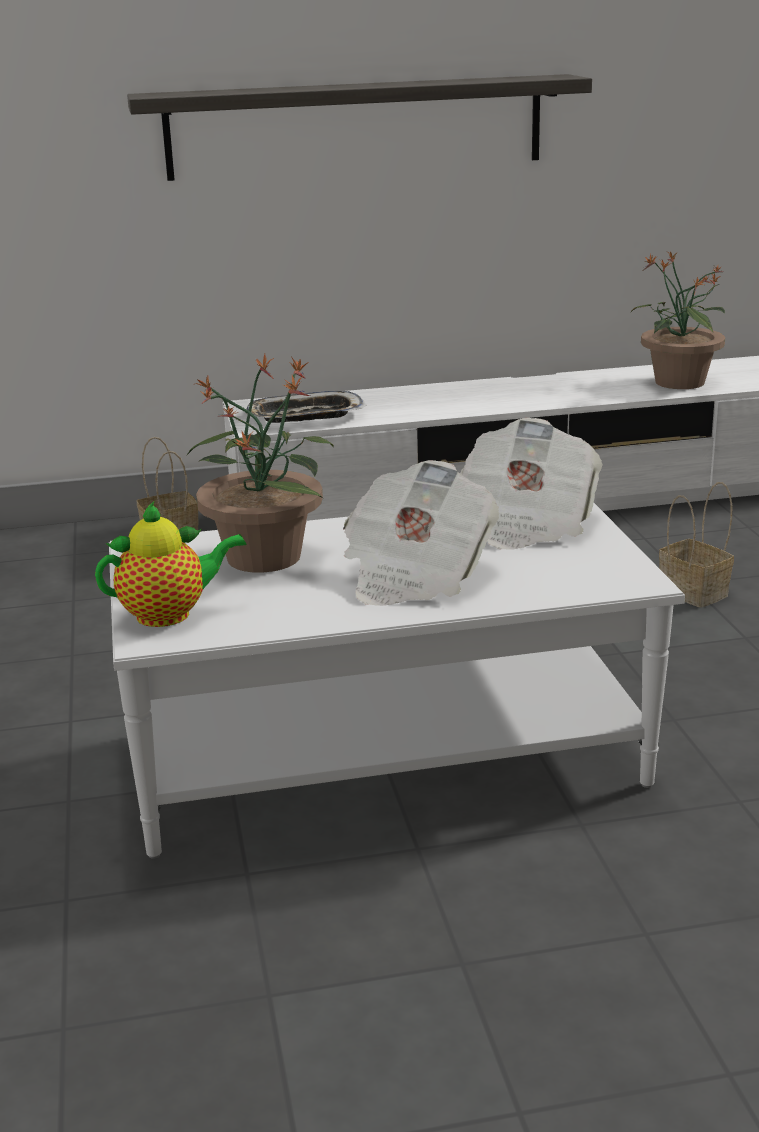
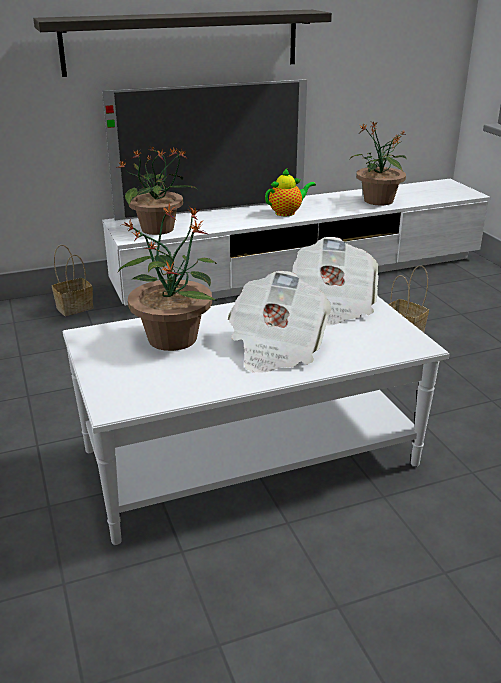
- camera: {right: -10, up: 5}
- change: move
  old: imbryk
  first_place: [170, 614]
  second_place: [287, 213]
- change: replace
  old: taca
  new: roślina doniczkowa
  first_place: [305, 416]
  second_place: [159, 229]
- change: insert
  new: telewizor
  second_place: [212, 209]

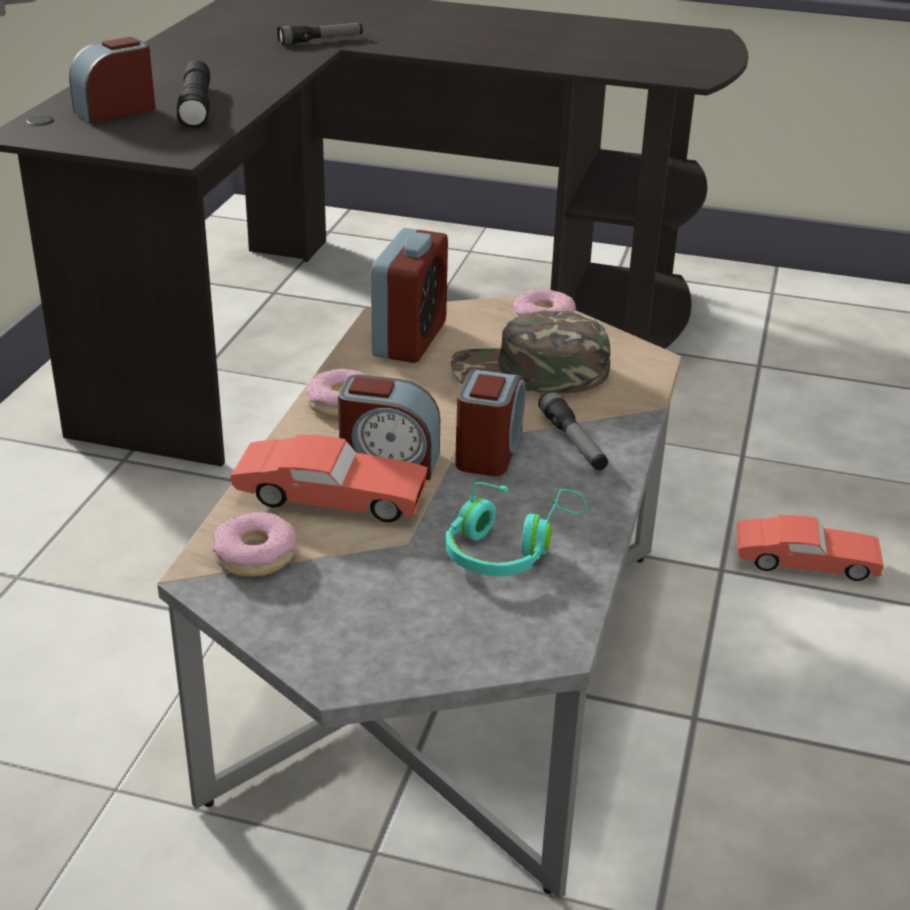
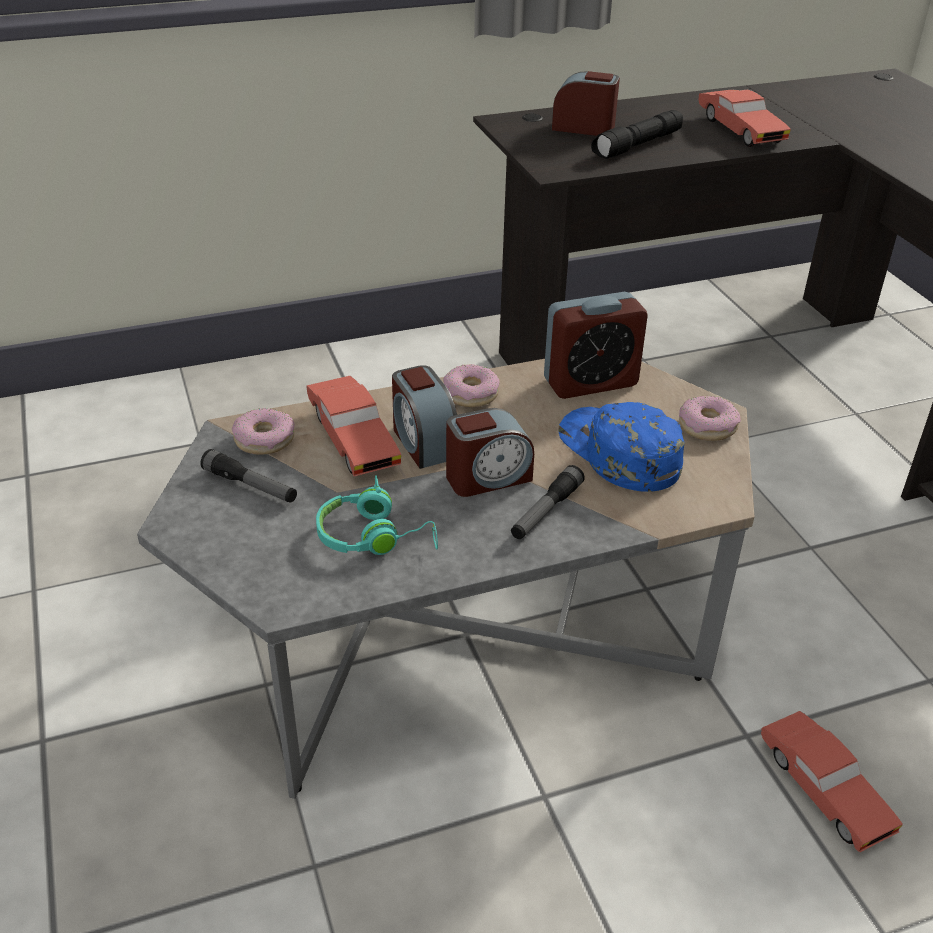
- camera: {right: 55, up: 5}
- change: move
  old: latarka
  first_place: [321, 40]
  second_place: [250, 486]
- change: recolor
  old: czapka z daszkiem [zielony]
  new: czapka z daszkiem [niebieski]
  first_place: [529, 372]
  second_place: [618, 452]
- change: insert
  new: samochodzik [czerwony]
  second_place: [739, 131]

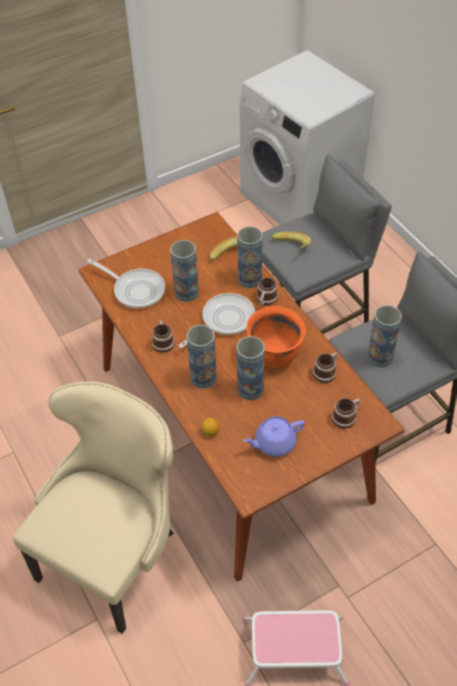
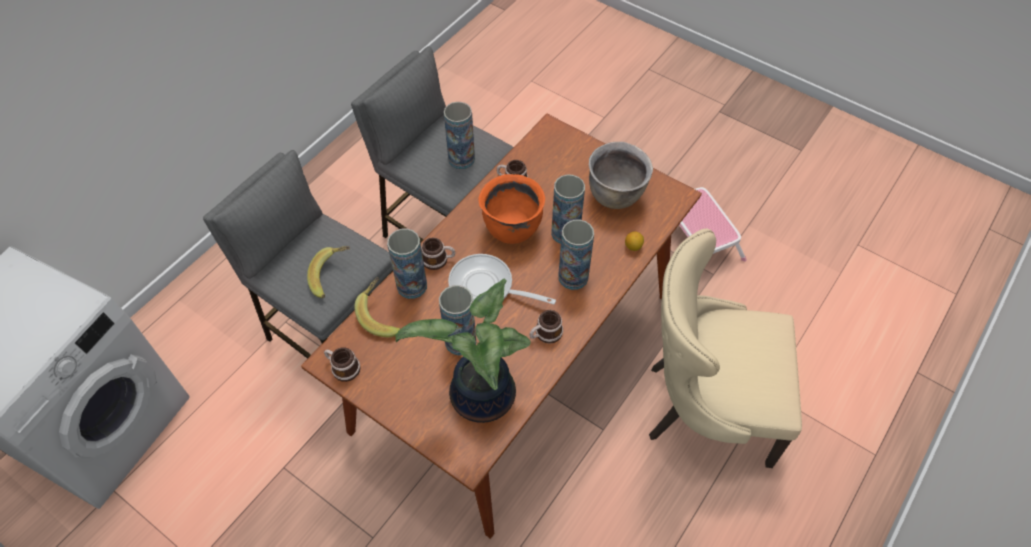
- camera: {right: -115, up: 5}
- change: replace
  old: patelnia
  new: roślina doniczkowa
  first_place: [136, 290]
  second_place: [480, 399]
- change: replace
  old: imbryk [fioletowy]
  new: garnek [brązowy]
  first_place: [274, 443]
  second_place: [616, 195]
- change: move
  old: kubek
  first_place: [346, 417]
  second_place: [342, 367]

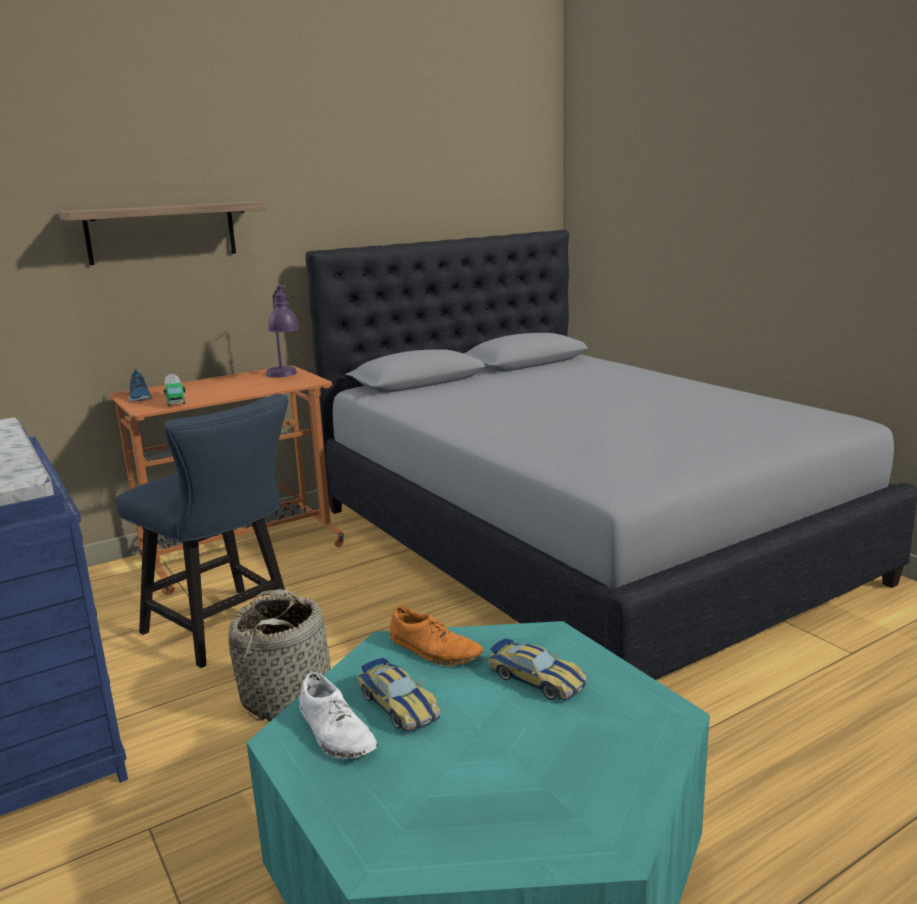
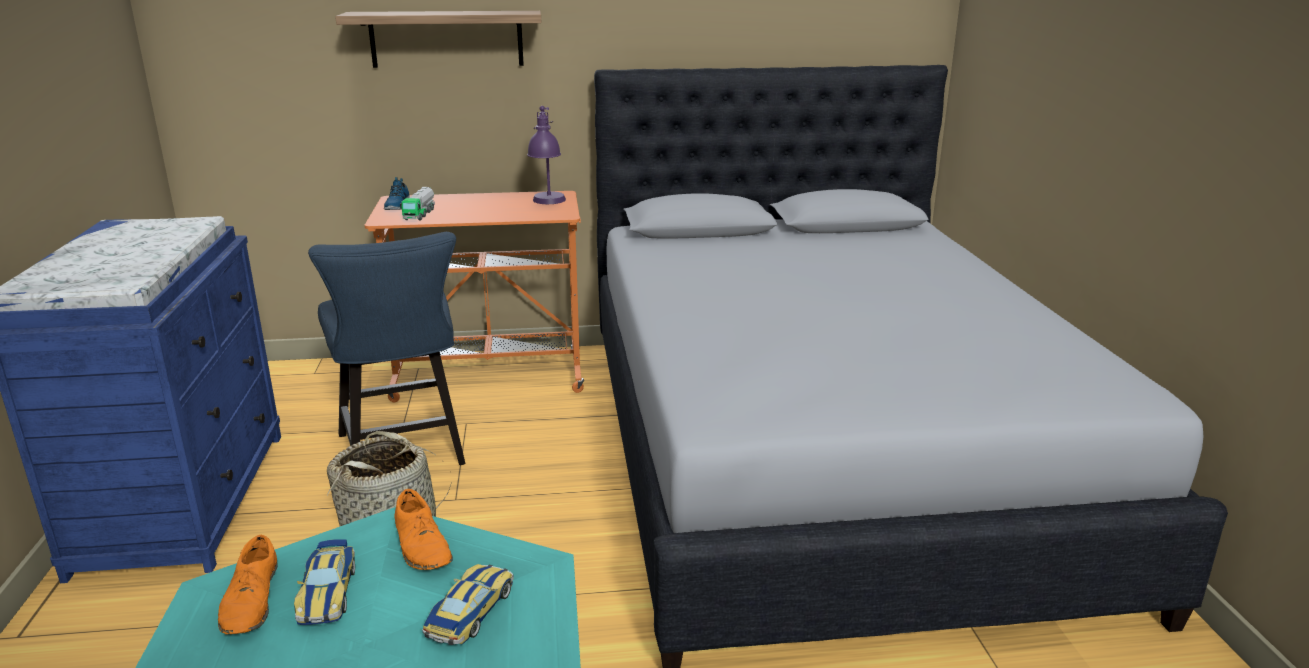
- camera: {right: 25, up: 5}
- change: recolor
  old: but [biały]
  new: but [pomarańczowy]
  first_place: [336, 732]
  second_place: [251, 600]
- change: rotate
  old: samochodzik
  first_place: [536, 679]
  second_place: [470, 611]
  degrees: -135

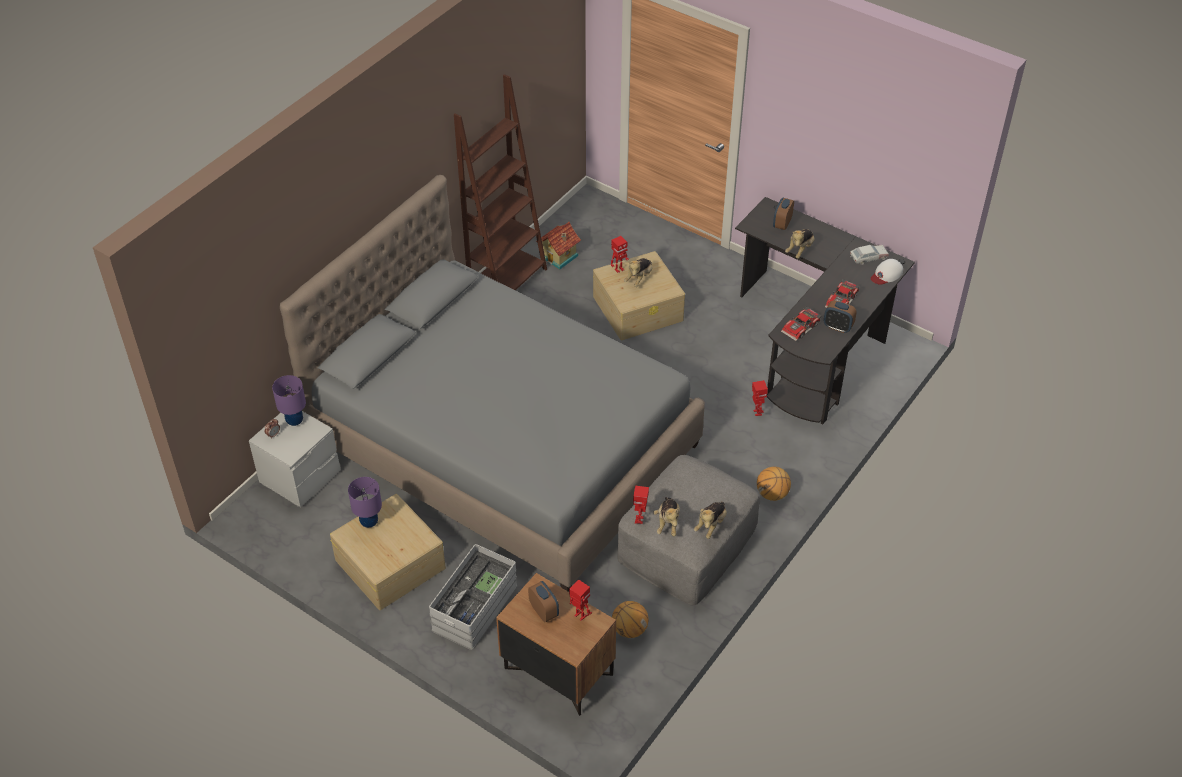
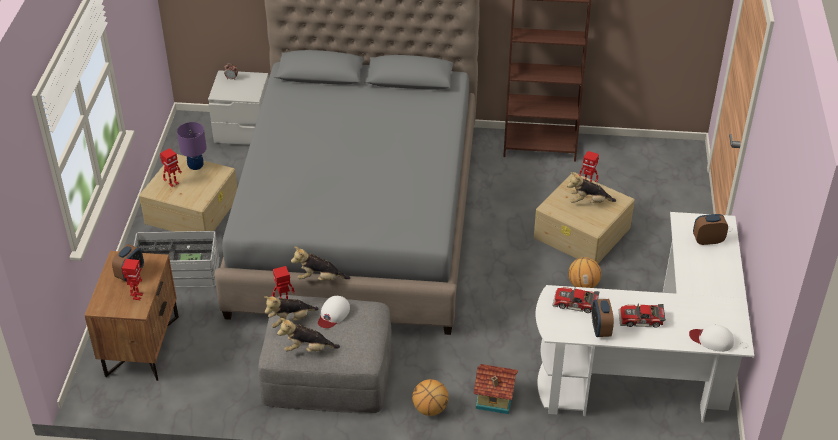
- camera: {right: 60, up: -5}
- change: delete
  old: lampa stołowa [fioletowy]
  first_place: [295, 422]
- change: move
  old: domek
  first_place: [559, 257]
  second_place: [495, 399]
- change: move
  old: piłka do koszykówki
  first_place: [629, 629]
  second_place: [583, 285]
- change: recolor
  old: biurko [czarny]
  new: biurko [biały]
  first_place: [815, 342]
  second_place: [654, 368]
- change: move
  old: robot zabawkowy
  first_place: [757, 413]
  second_place: [173, 183]
- change: move
  old: pluszak
  first_place: [800, 250]
  second_place: [319, 279]
- change: delete
  old: samochodzik
  first_place: [868, 257]
- change: insert
  new: czapka z daszkiem [biały]
  second_place: [333, 314]

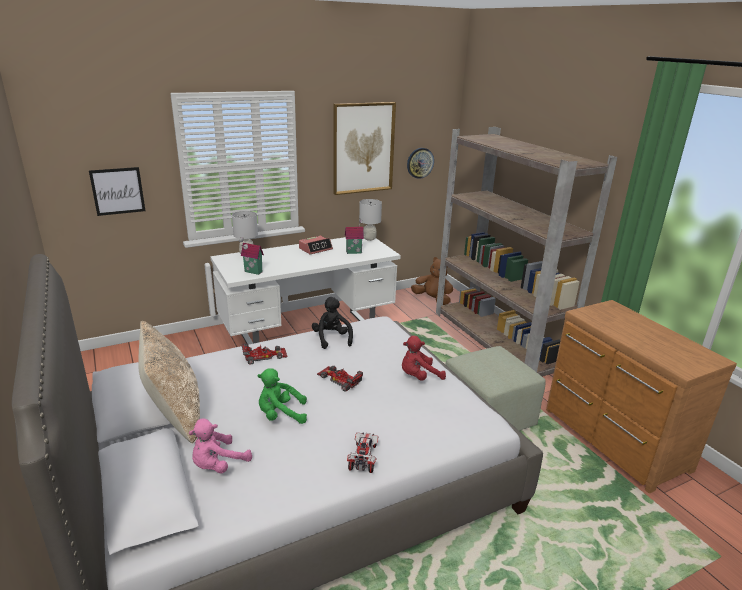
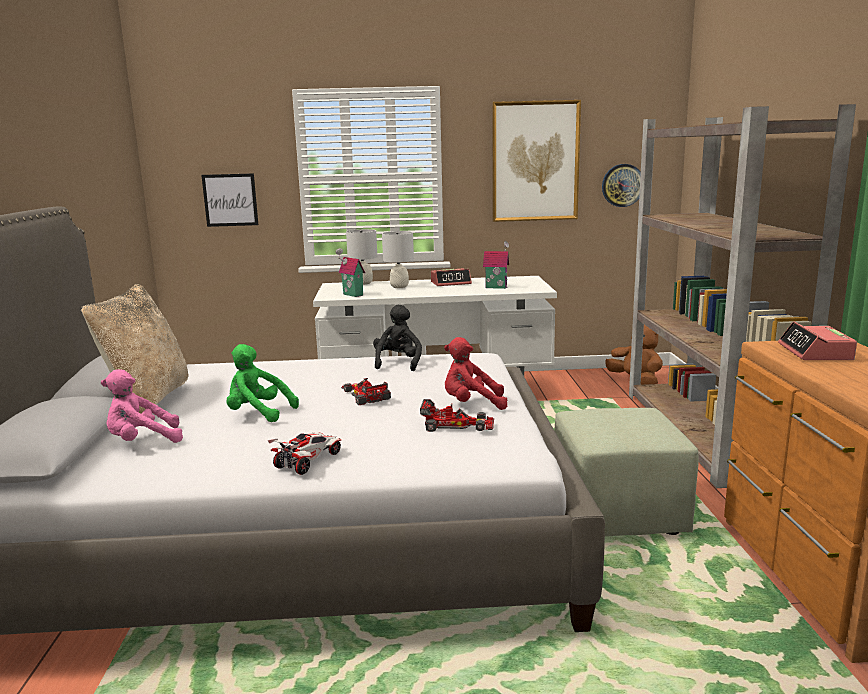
- camera: {right: 25, up: -10}
- change: move
  old: samochodzik
  first_place: [264, 356]
  second_place: [457, 424]
- change: move
  old: lampa stołowa [szary]
  first_place: [370, 239]
  second_place: [399, 287]
- change: insert
  new: budzik
  second_place: [815, 352]

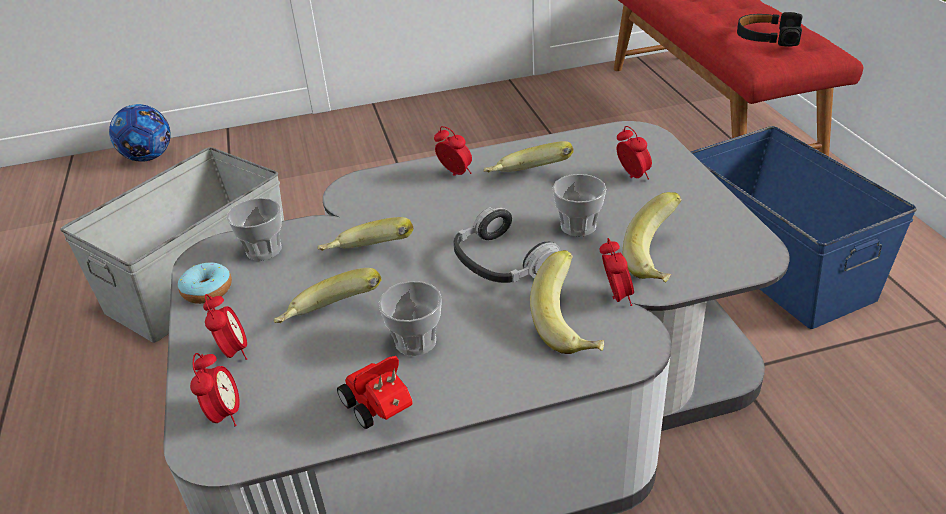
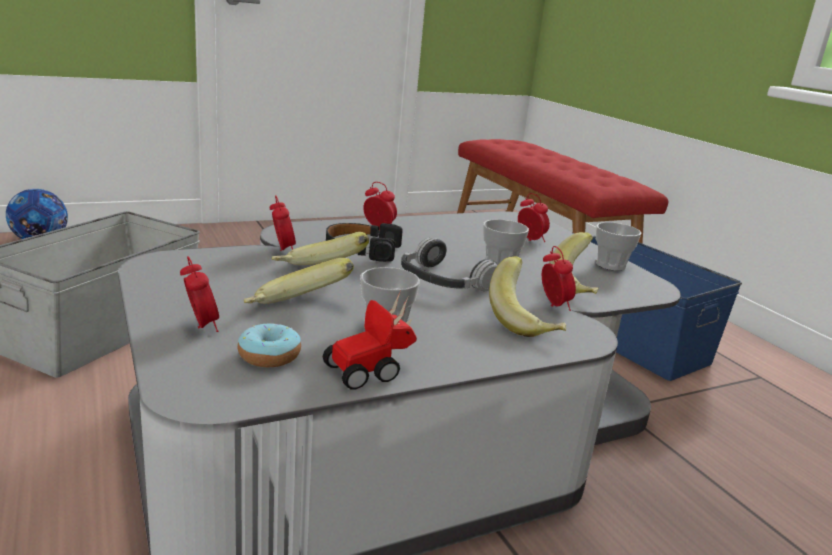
- camera: {right: -15, up: -15}
- change: move
  old: donut
  first_place: [207, 290]
  second_place: [269, 356]
- change: move
  old: budzik
  first_place: [224, 414]
  second_place: [282, 250]
- change: move
  old: filiżanka
  first_place: [264, 250]
  second_place: [610, 265]
- change: rotate
  old: samochodzik
  first_place: [381, 411]
  second_place: [371, 370]
  degrees: -75
- change: delete
  old: banan
  first_place: [528, 180]
- change: move
  old: słuchawki [czarny]
  first_place: [767, 37]
  second_place: [361, 250]

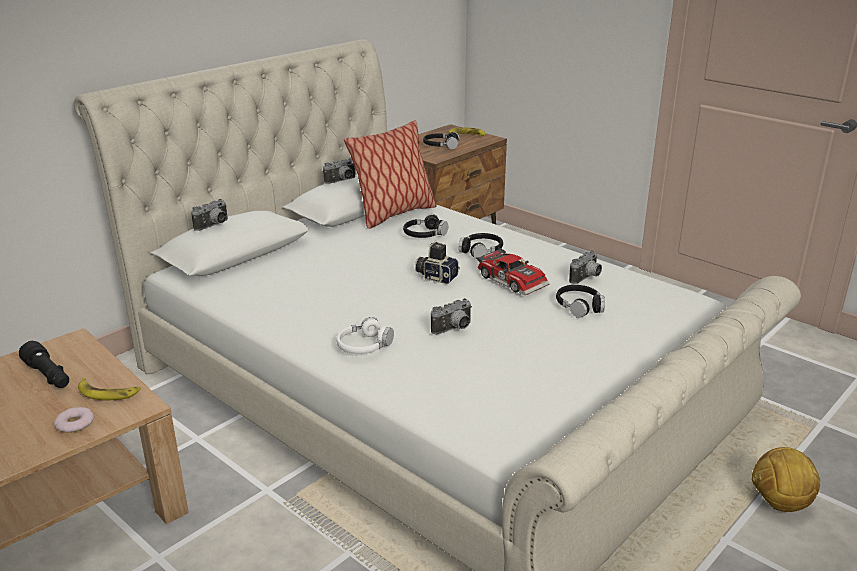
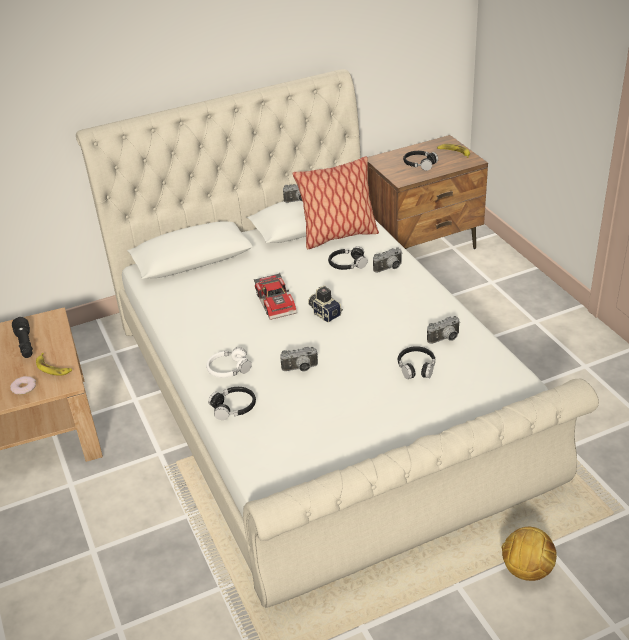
- camera: {right: 25, up: 10}
- change: move
  old: aparat fotograficzny
  first_place: [214, 226]
  second_place: [389, 269]
- change: move
  old: słuchawki [czarny]
  first_place: [481, 251]
  second_place: [234, 407]
- change: move
  old: samochodzik
  first_place: [513, 279]
  second_place: [277, 302]

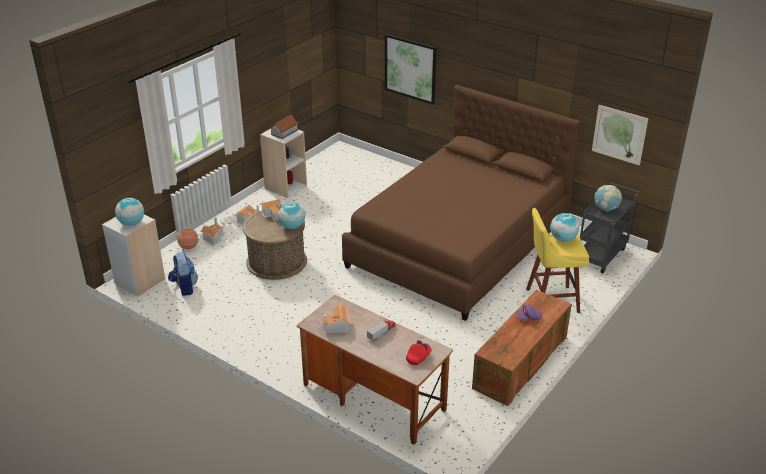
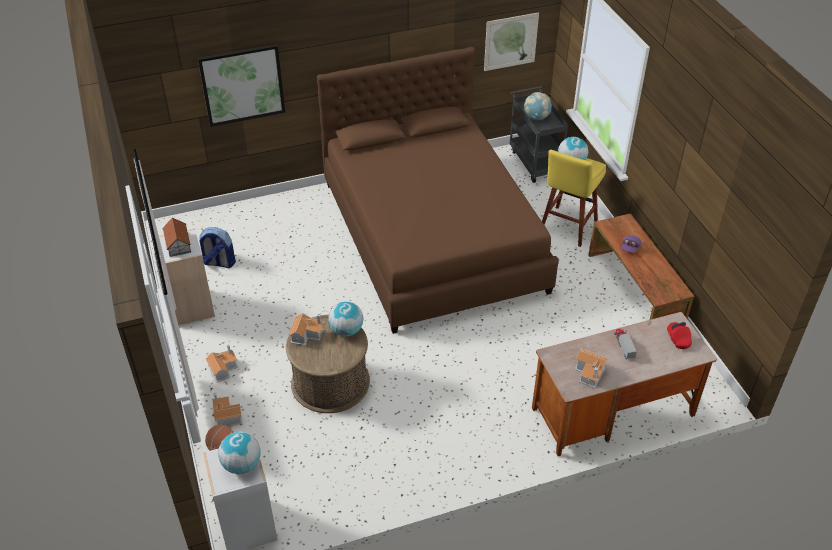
- camera: {right: -55, up: 10}
- change: move
  old: plecak
  first_place: [184, 287]
  second_place: [219, 263]

